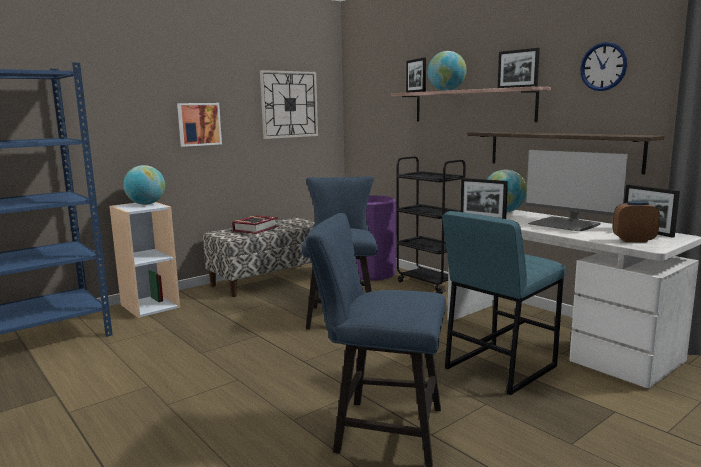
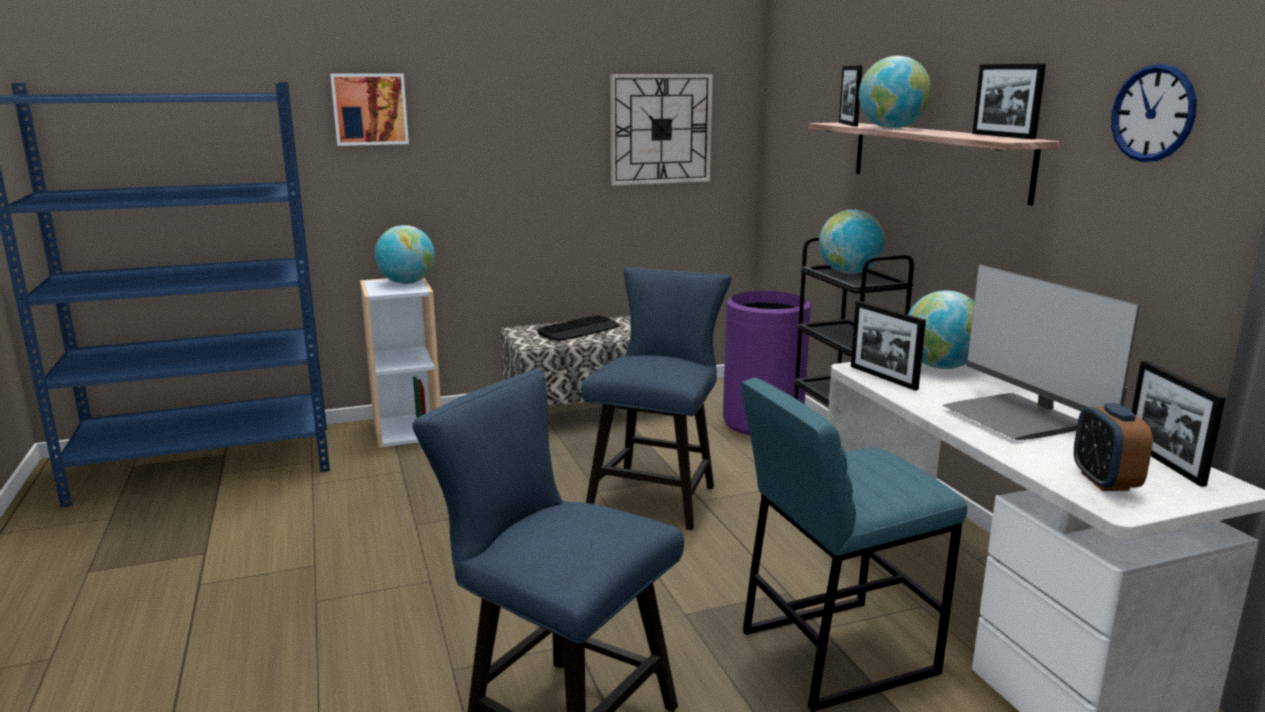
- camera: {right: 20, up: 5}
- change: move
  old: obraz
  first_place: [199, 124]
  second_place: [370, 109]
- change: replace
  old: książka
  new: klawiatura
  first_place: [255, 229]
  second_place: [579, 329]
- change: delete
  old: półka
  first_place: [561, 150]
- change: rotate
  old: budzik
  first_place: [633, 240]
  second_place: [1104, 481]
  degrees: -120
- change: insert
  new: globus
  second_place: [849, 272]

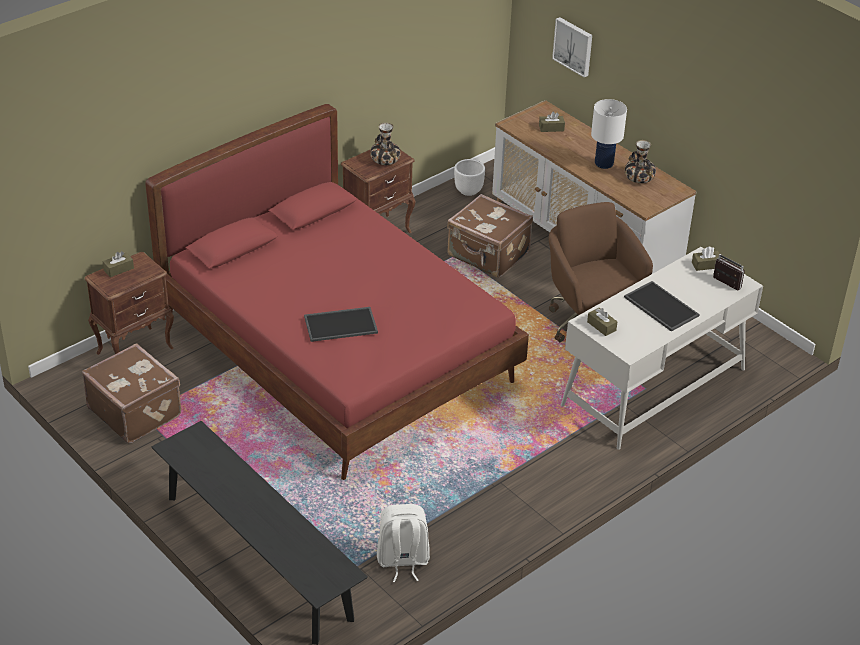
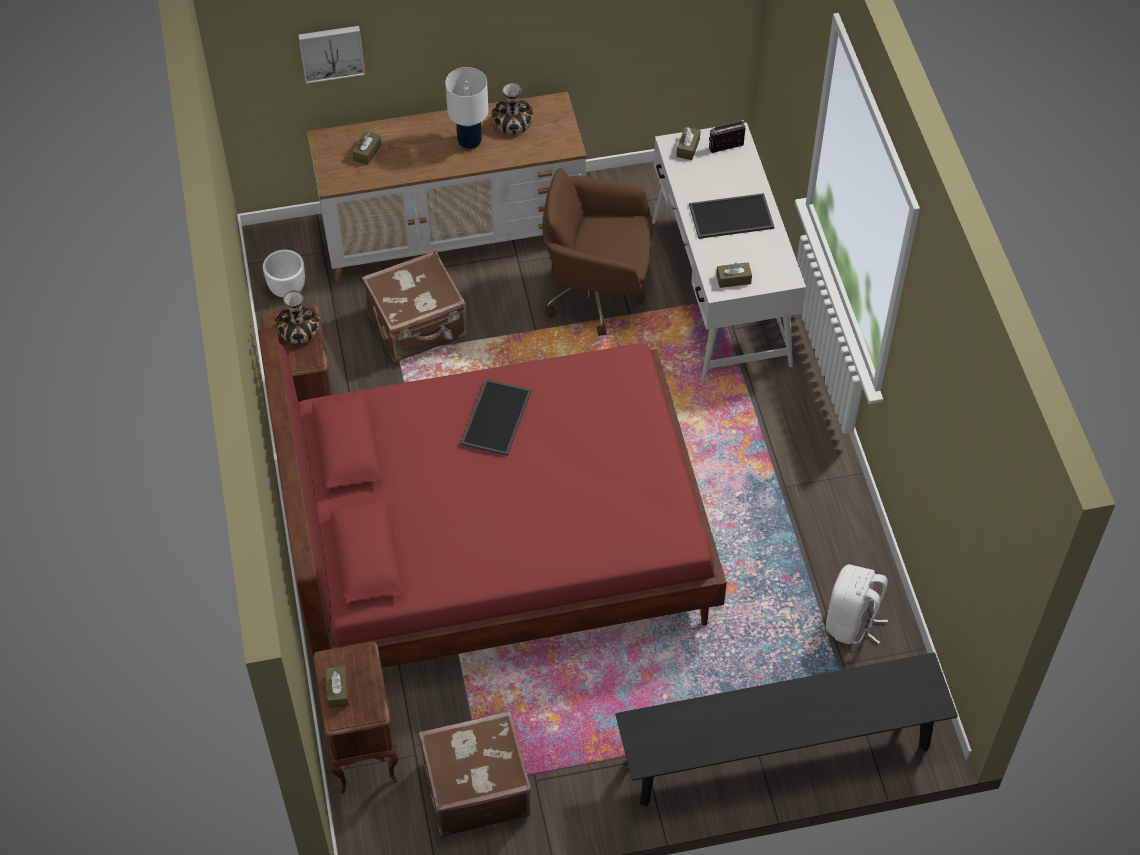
- camera: {right: -60, up: 15}
- change: move
  old: taca
  first_place: [341, 324]
  second_place: [495, 416]

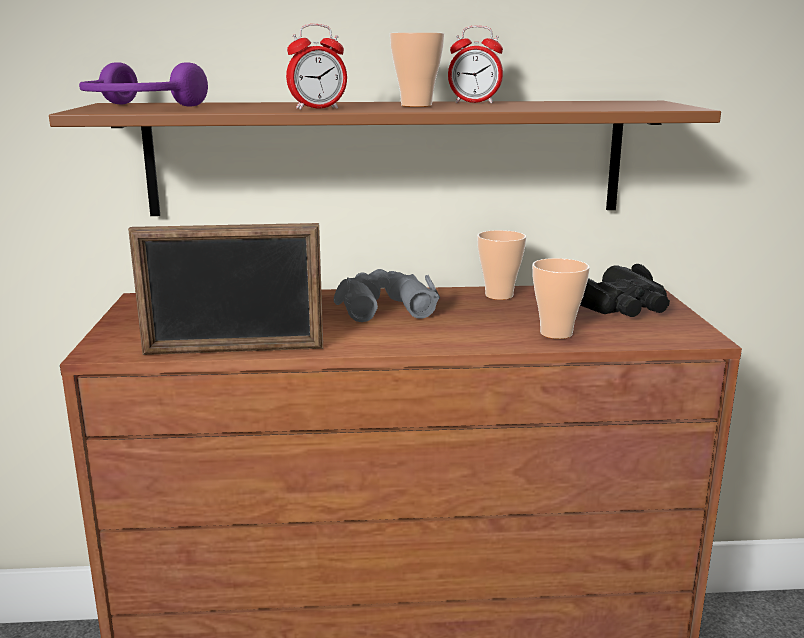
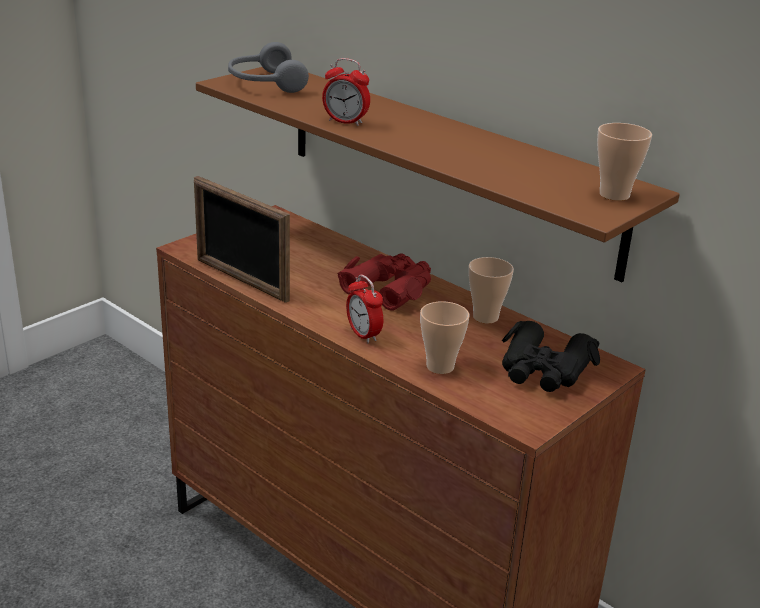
- camera: {right: 45, up: 10}
- change: recolor
  old: słuchawki [fioletowy]
  new: słuchawki [szary]
  first_place: [137, 107]
  second_place: [264, 83]
- change: recolor
  old: lornetka [szary]
  new: lornetka [czerwony]
  first_place: [384, 306]
  second_place: [390, 288]
- change: move
  old: filiżanka
  first_place: [416, 105]
  second_place: [614, 195]
- change: move
  old: budzik
  first_place: [474, 103]
  second_place: [363, 335]

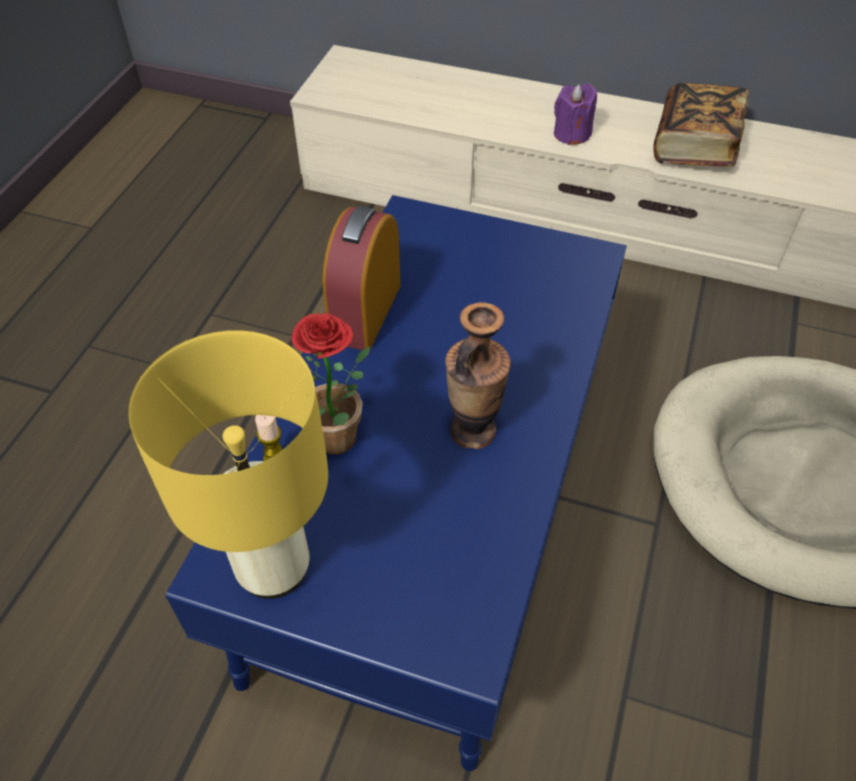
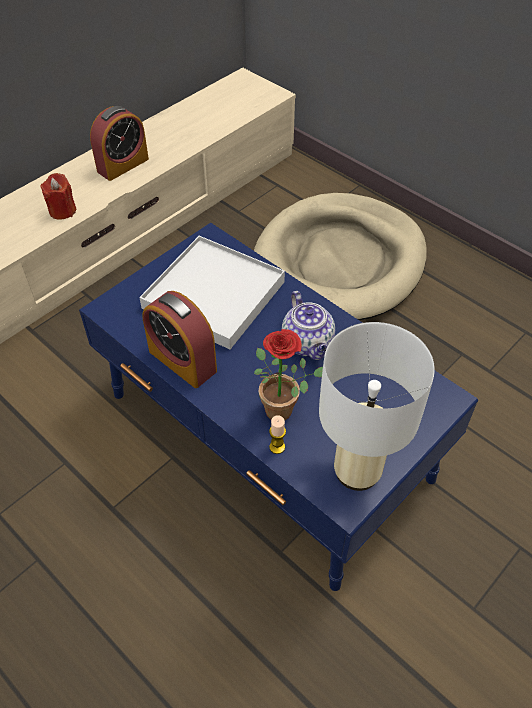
- camera: {right: -65, up: 0}
- change: recolor
  old: lampa stołowa [żółty]
  new: lampa stołowa [biały]
  first_place: [274, 568]
  second_place: [358, 470]
- change: replace
  old: wazon
  new: imbryk
  first_place: [473, 430]
  second_place: [308, 344]
- change: recolor
  old: świeca [fioletowy]
  new: świeca [czerwony]
  first_place: [571, 134]
  second_place: [62, 211]
- change: replace
  old: książka
  new: budzik
  first_place: [695, 146]
  second_place: [123, 165]
- change: insert
  new: taca [biały]
  second_place: [214, 295]

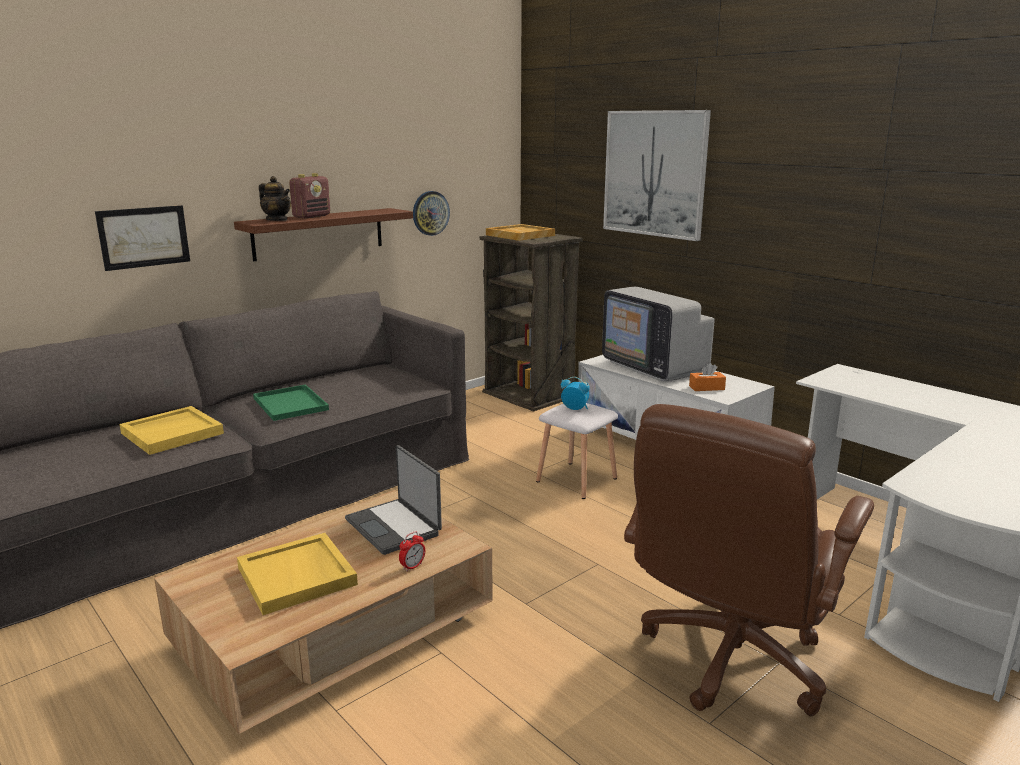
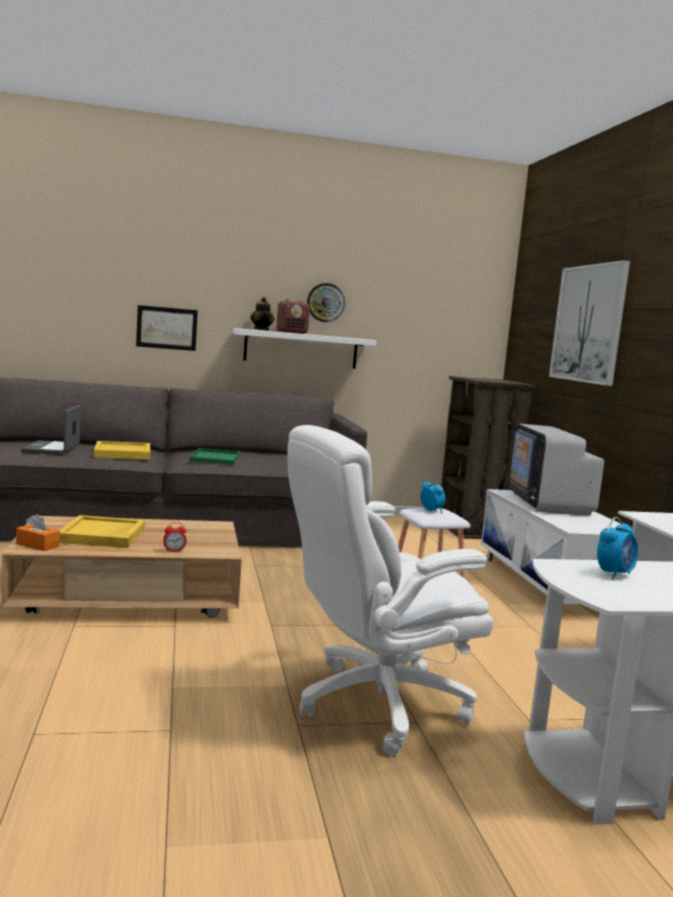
- camera: {right: 30, up: -10}
- change: recolor
  old: półka [brązowy]
  new: półka [biały]
  first_place: [319, 233]
  second_place: [301, 349]
- change: move
  old: laptop
  first_place: [394, 527]
  second_place: [52, 449]
- change: move
  old: zegar ścienny
  first_place: [430, 213]
  second_place: [325, 302]
- change: delete
  old: taca [beżowy]
  first_place: [519, 235]
- change: recolor
  old: krzesło biurowe [brązowy]
  new: krzesło biurowe [biały]
  first_place: [727, 661]
  second_place: [372, 704]
- change: move
  old: pudełko chusteczek [pomarańczowy]
  first_place: [706, 388]
  second_place: [37, 545]
- change: insert
  new: budzik
  second_place: [614, 574]

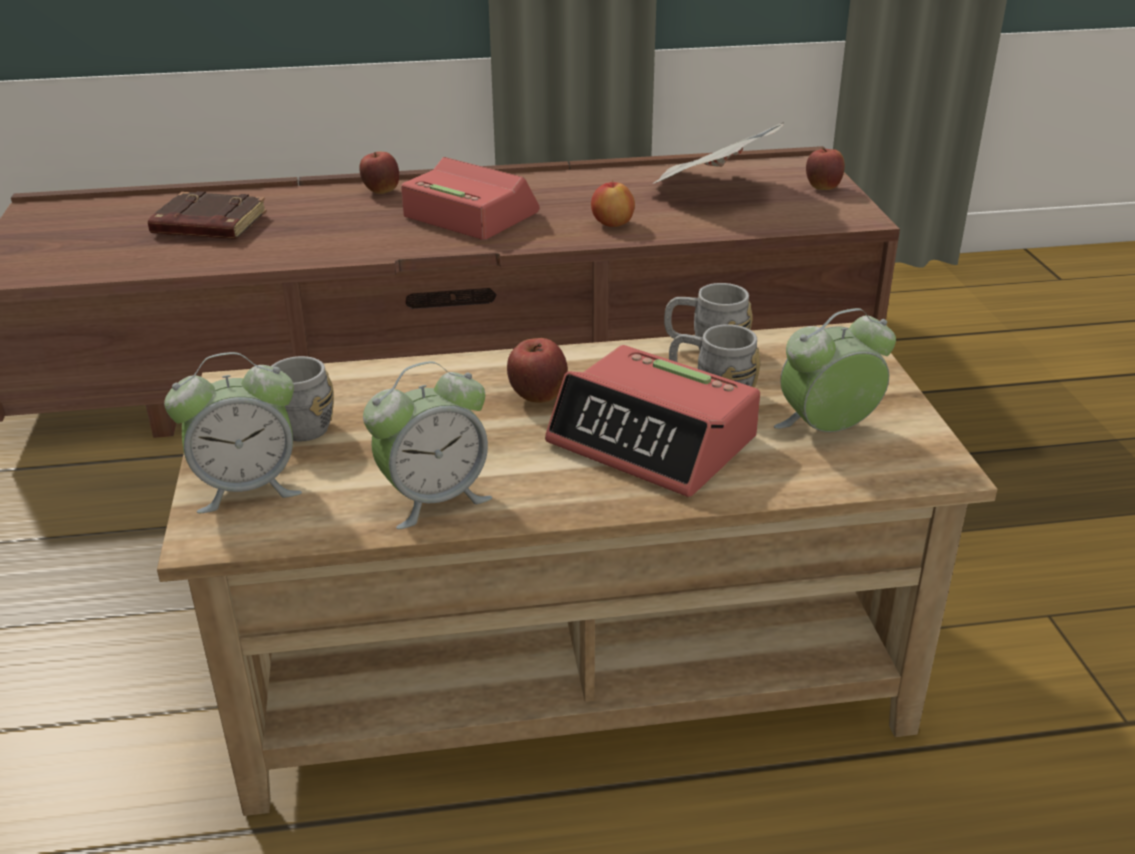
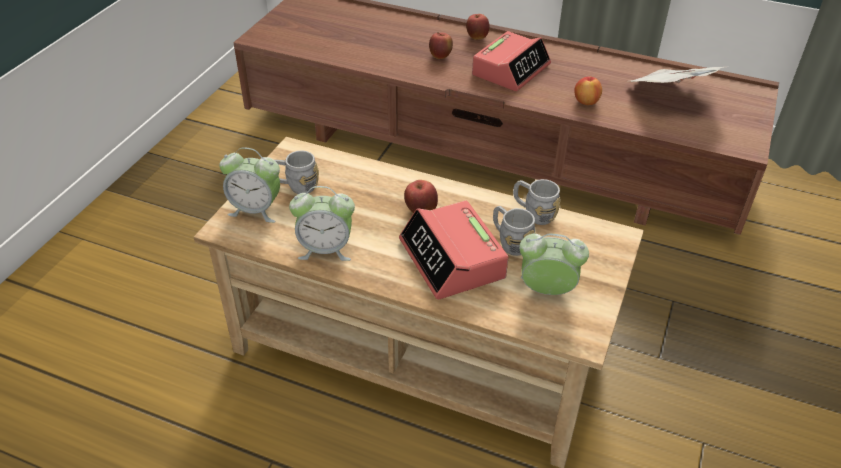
- camera: {right: 30, up: 10}
- change: delete
  old: książka [brązowy]
  first_place: [208, 225]
- change: rotate
  old: budzik
  first_place: [470, 215]
  second_place: [511, 70]
  degrees: 60
- change: move
  old: jabłko
  first_place: [823, 188]
  second_place: [440, 56]

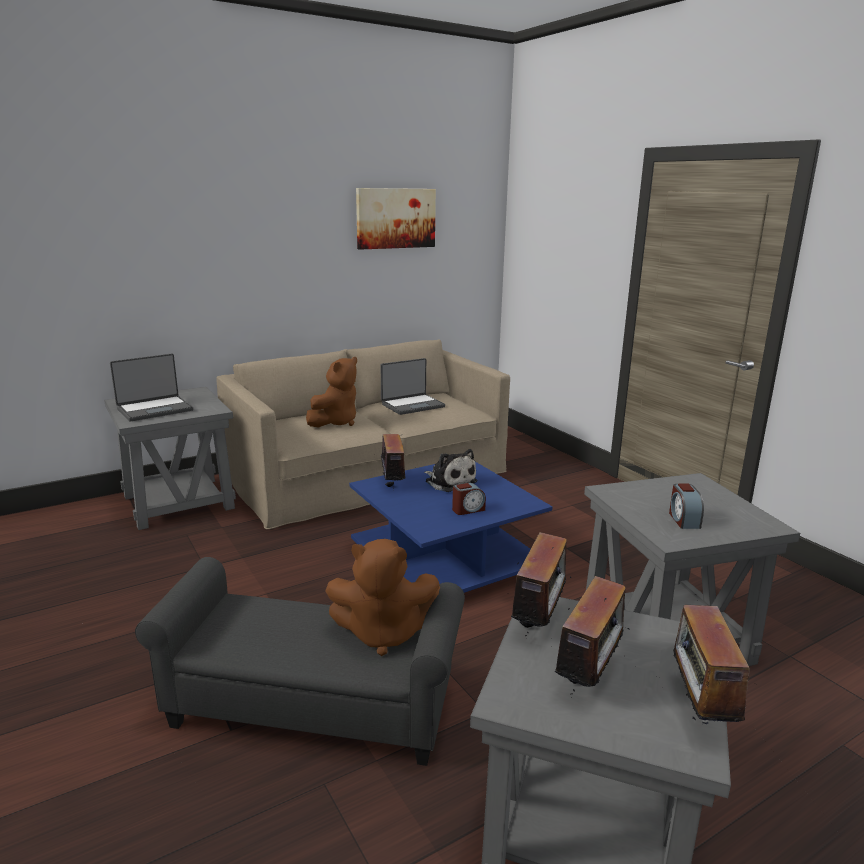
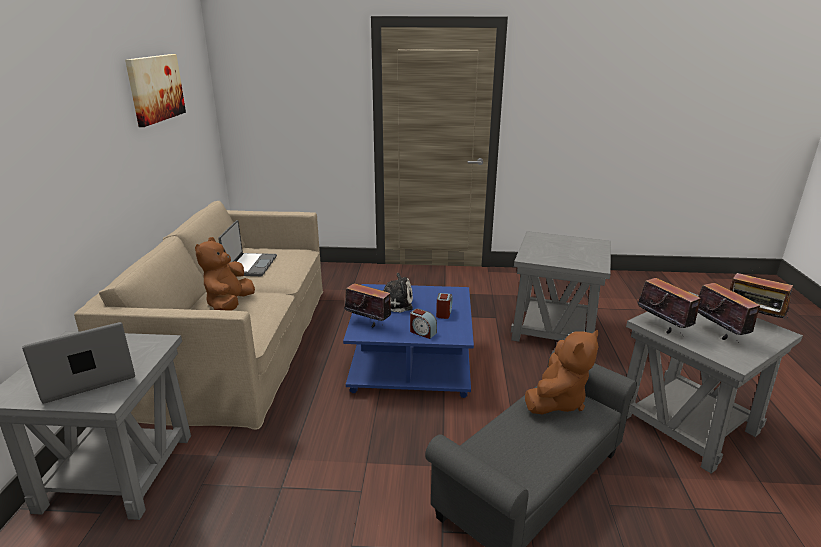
- camera: {right: -55, up: 5}
- change: rotate
  old: laptop
  first_place: [155, 409]
  second_place: [88, 377]
  degrees: -120
- change: rotate
  old: pluszak [brązowy]
  first_place: [335, 422]
  second_place: [229, 305]
  degrees: -150
- change: move
  old: budzik
  first_place: [683, 520]
  second_place: [422, 332]

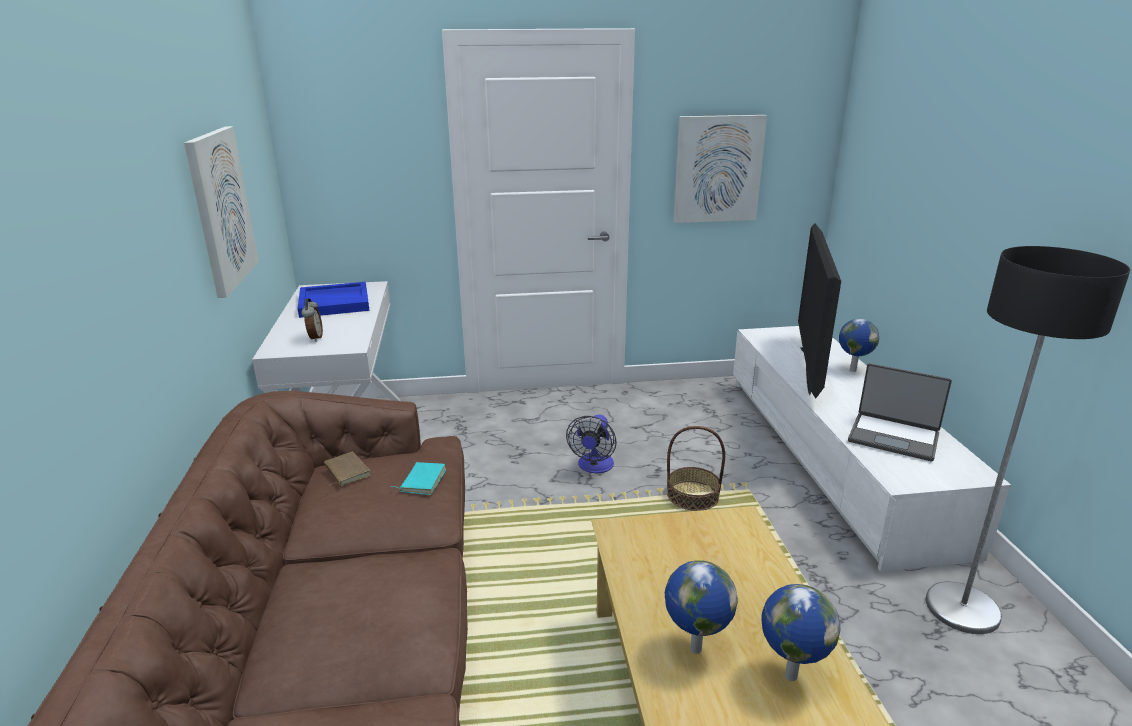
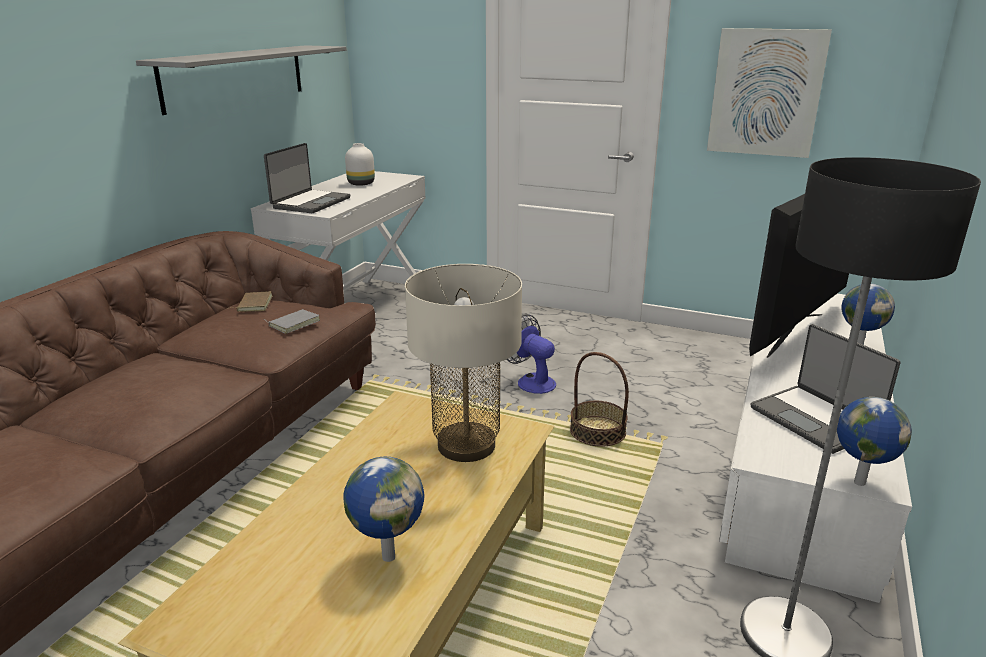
- camera: {right: 30, up: 0}
- change: replace
  old: obraz
  new: półka [szary]
  first_place: [221, 209]
  second_place: [235, 77]
- change: replace
  old: taca [niebieski]
  new: wazon [biały]
  first_place: [335, 302]
  second_place: [362, 183]
- change: replace
  old: budzik
  new: laptop
  first_place: [314, 338]
  second_place: [310, 203]
- change: recolor
  old: książka [turkusowy]
  new: książka [szary]
  first_place: [422, 480]
  second_place: [294, 323]
- change: rotate
  old: wentylator
  first_place: [594, 467]
  second_place: [531, 381]
  degrees: 90
- change: move
  old: globus
  first_place: [694, 649]
  second_place: [858, 482]
- change: insert
  new: lampa stołowa
  second_place: [466, 445]

